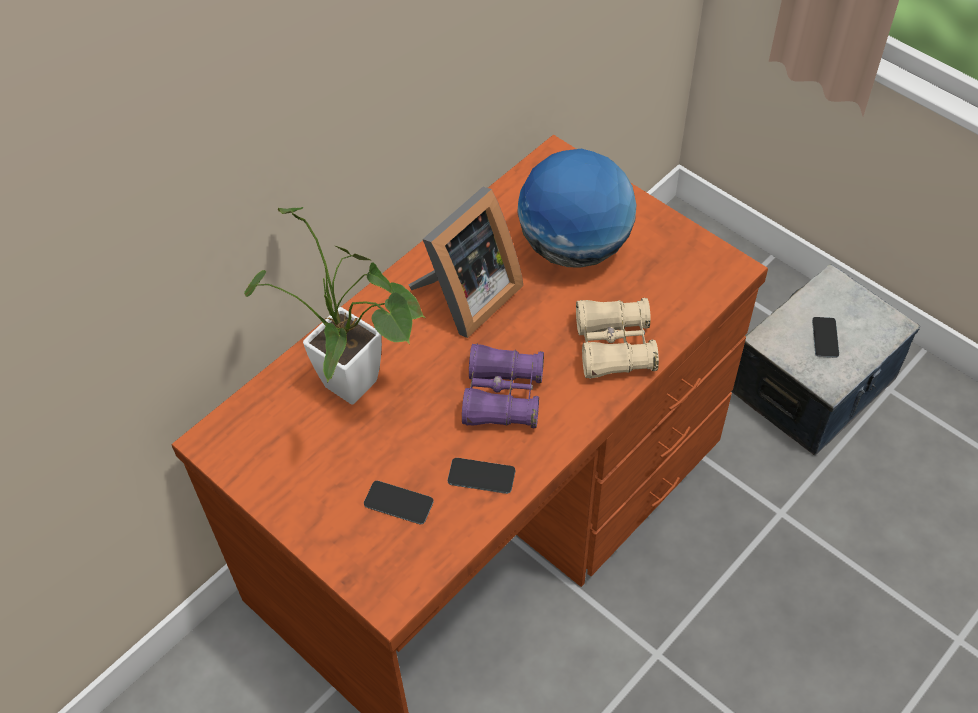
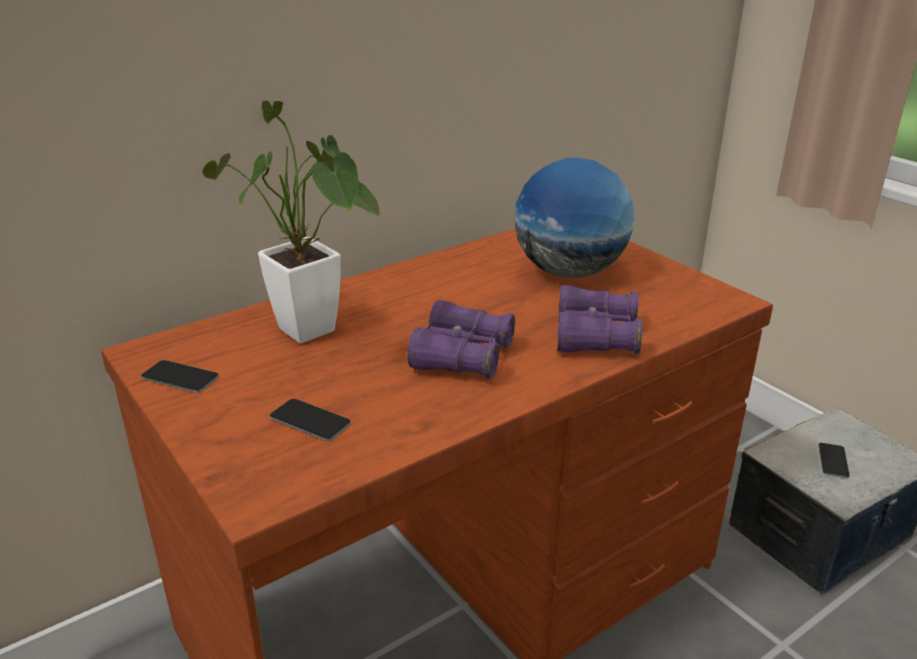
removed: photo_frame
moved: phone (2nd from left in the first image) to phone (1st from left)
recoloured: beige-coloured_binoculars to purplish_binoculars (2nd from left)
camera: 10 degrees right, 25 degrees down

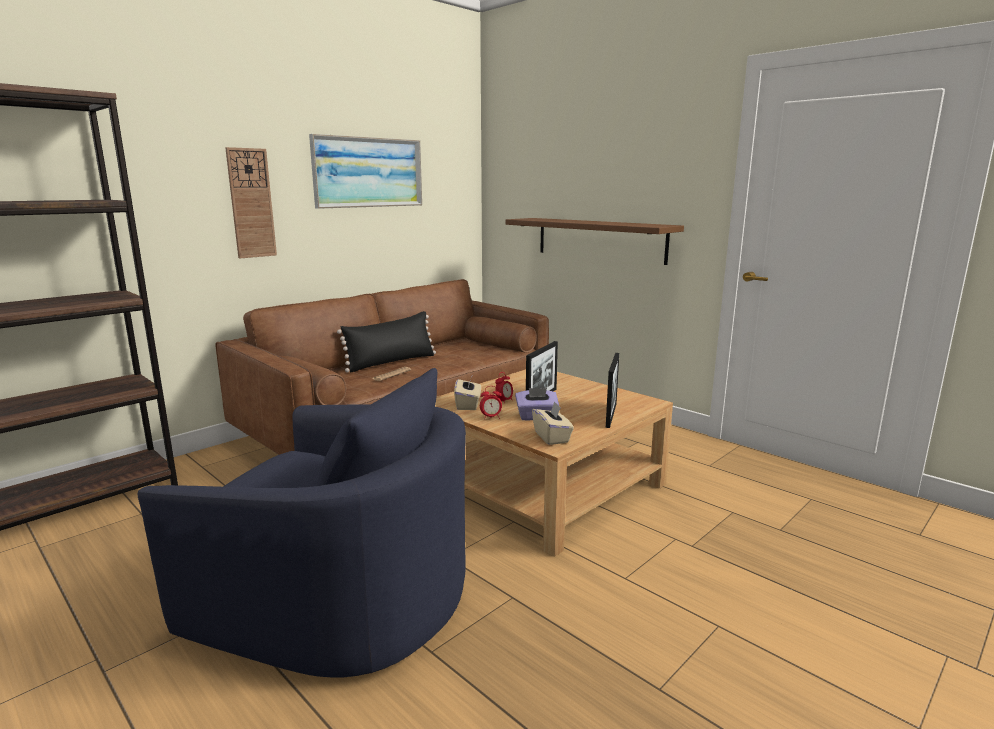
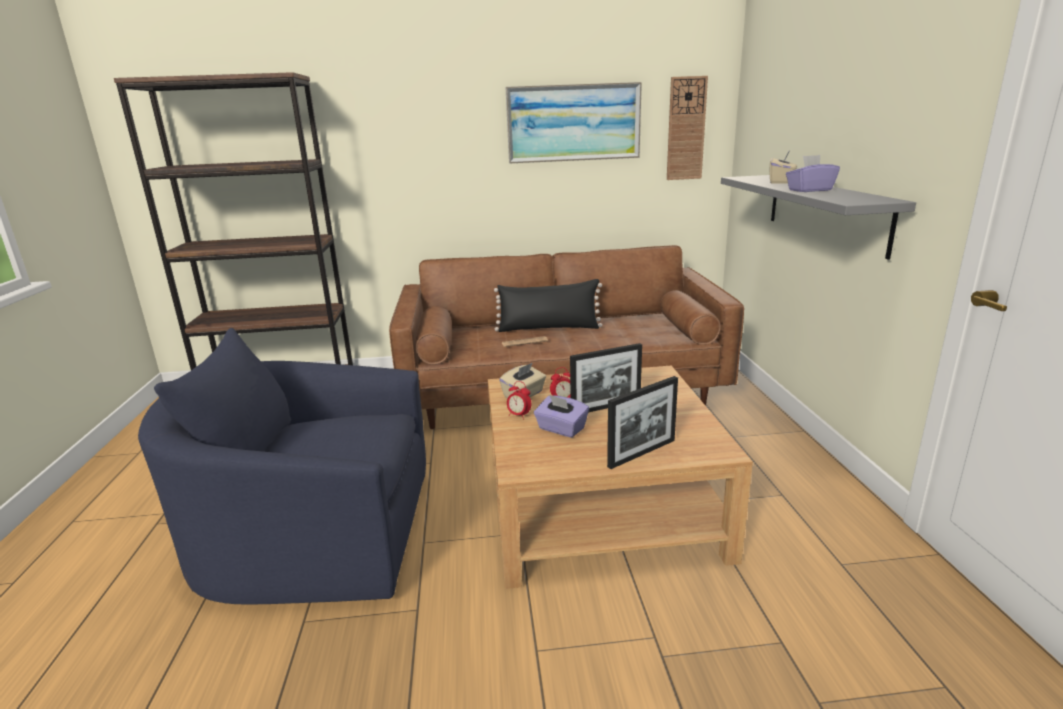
added: purplish_tissue_box (2nd from left)
moved: clock_on_the_wall; beige-coloured_tissue_box (2nd from left)
recoloured: brownish_wall_shelf to grey_wall_shelf
turned: blue-coloured_armchair 120 degrees clockwise
camera: 40 degrees right, 5 degrees up

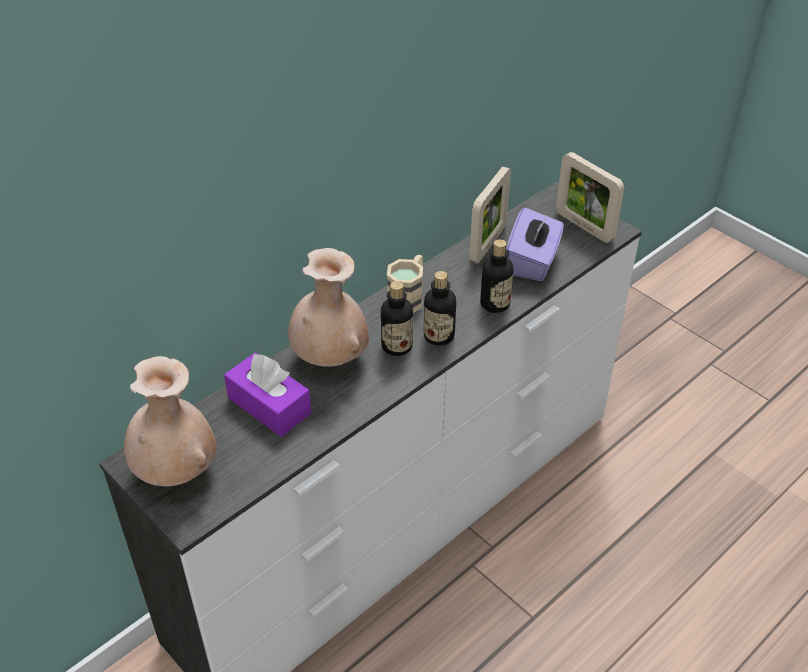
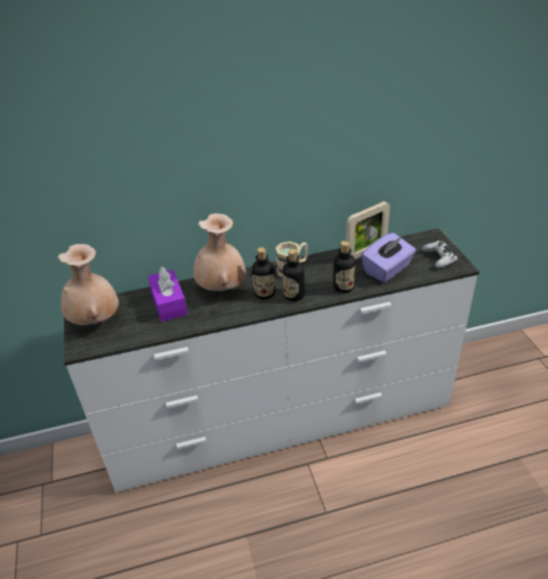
replaced: photo_frame (2nd from left) to white-coloured_game_controller
camera: 30 degrees right, 5 degrees down

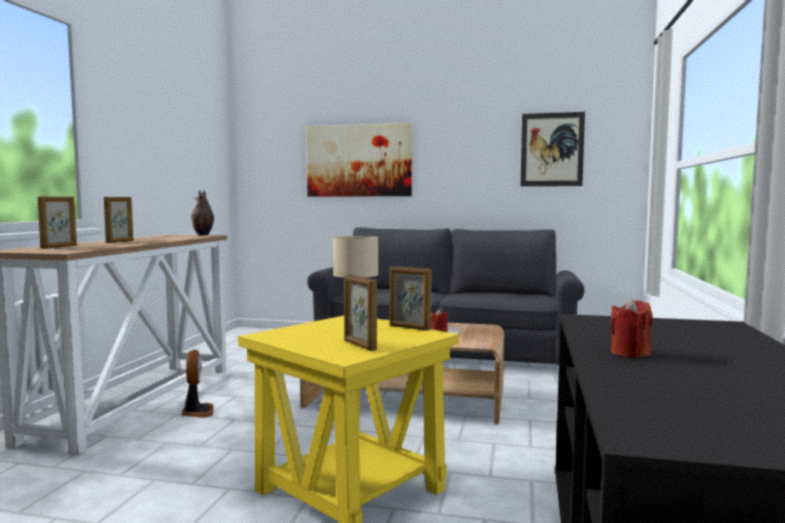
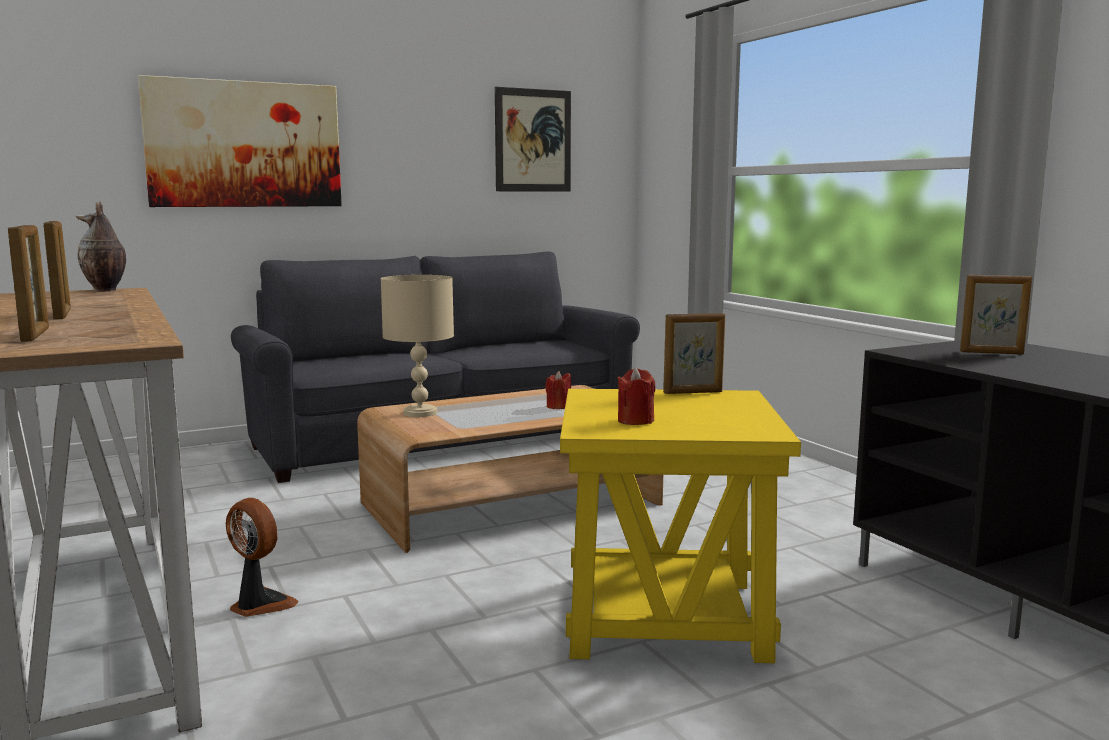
moved: photo_frame (3rd from left in the first image) to photo_frame (4th from left); red_wax_candle (2nd from left)
camera: 40 degrees left, 5 degrees up

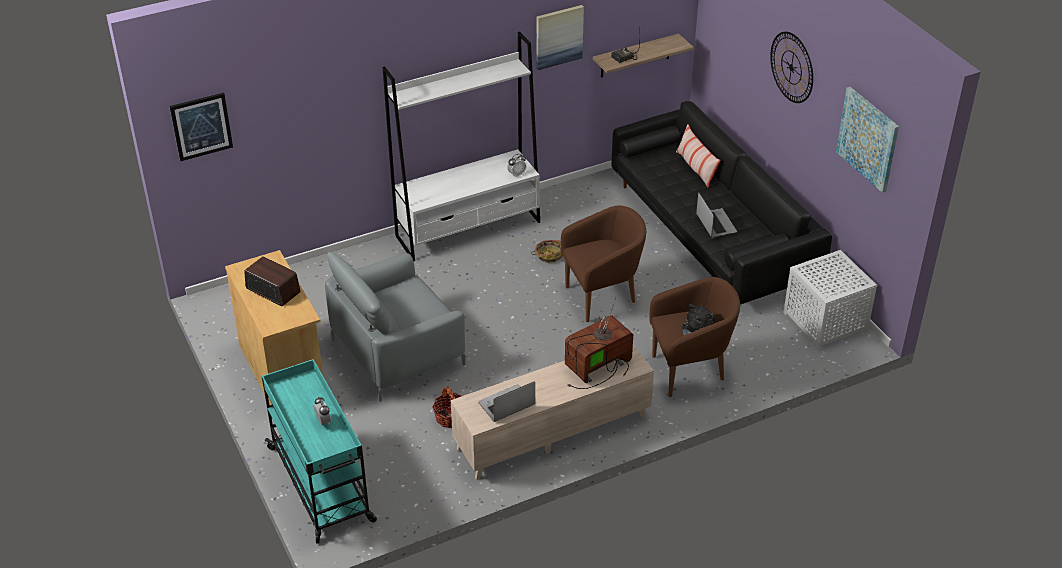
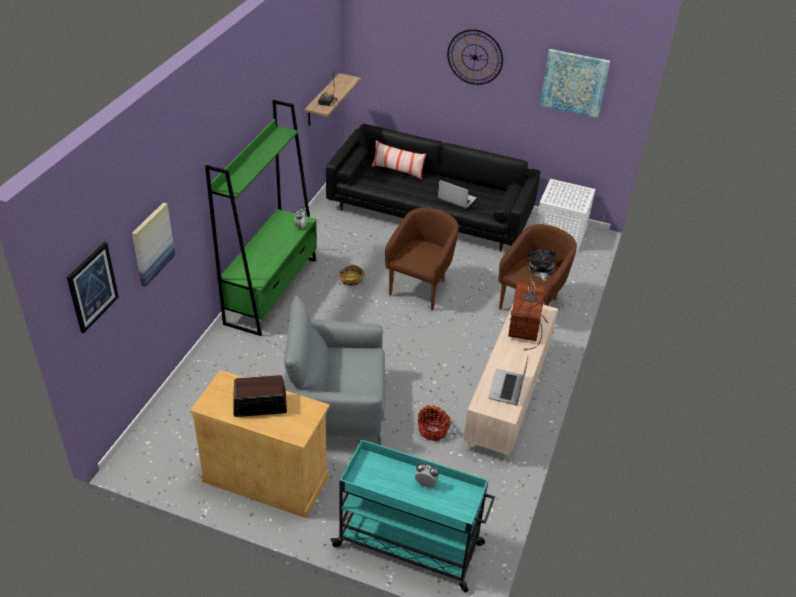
moved: picture (2nd from left)
recoloured: white-coloured_bookshelf to green-coloured_bookshelf
turned: grey_armchair 75 degrees clockwise
camera: 45 degrees left, 0 degrees up

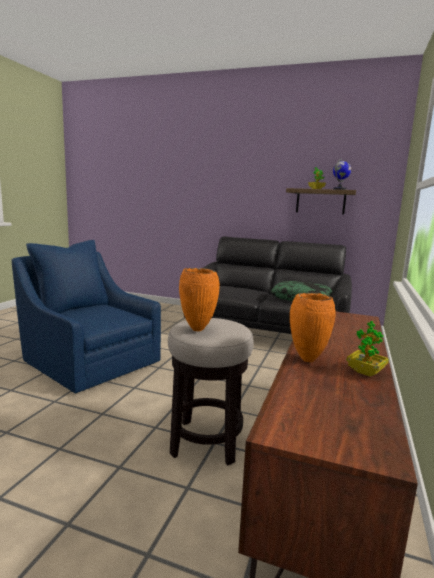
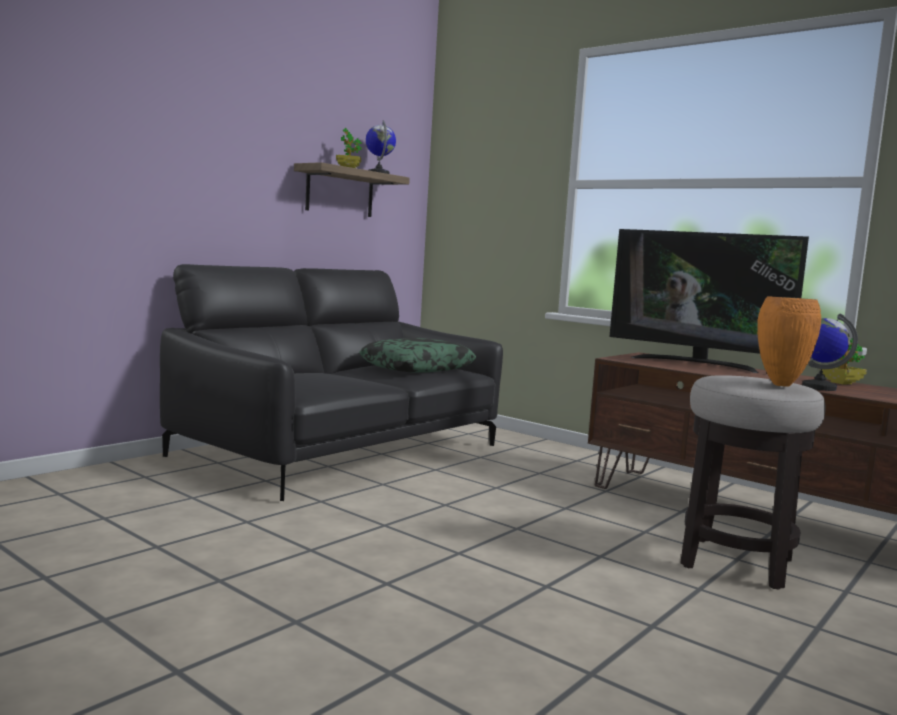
removed: blue-coloured_armchair
added: television
replaced: orangey_vase (2nd from left) to globe (2nd from left)
camera: 70 degrees left, 5 degrees down

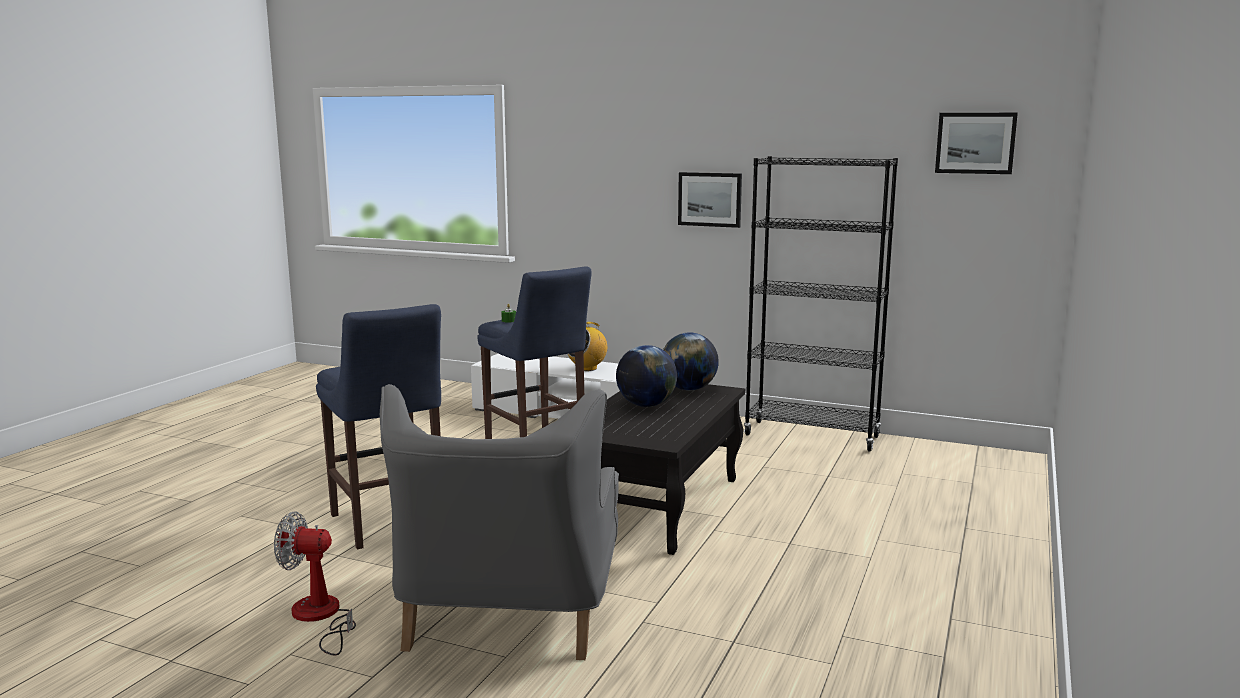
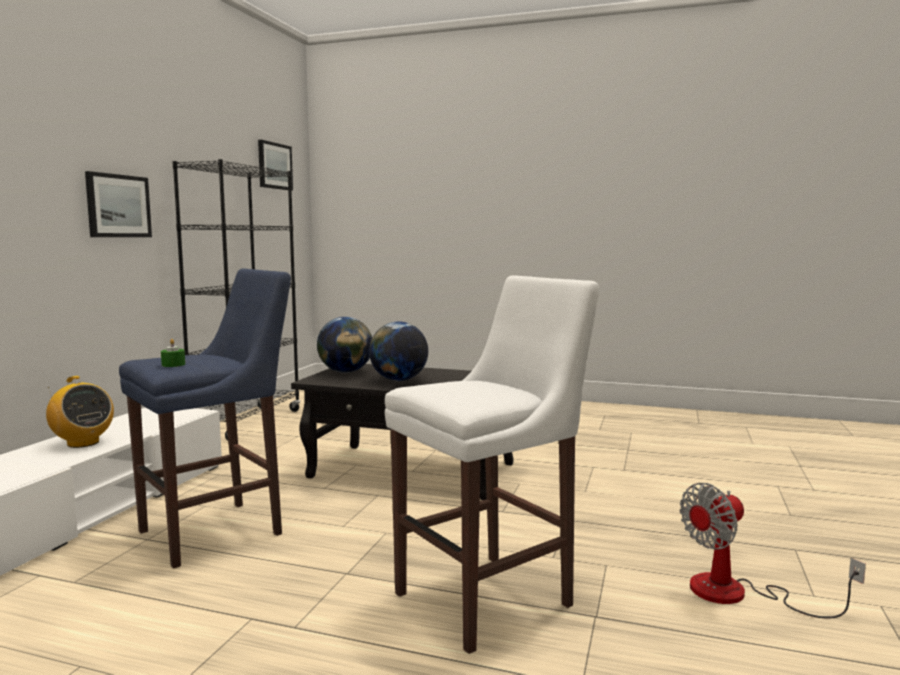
removed: grey_armchair
recoloured: blue-coloured_stool_seat (1st from left) to white-coloured_stool_seat
turned: electric_fan 60 degrees clockwise
camera: 95 degrees left, 5 degrees down

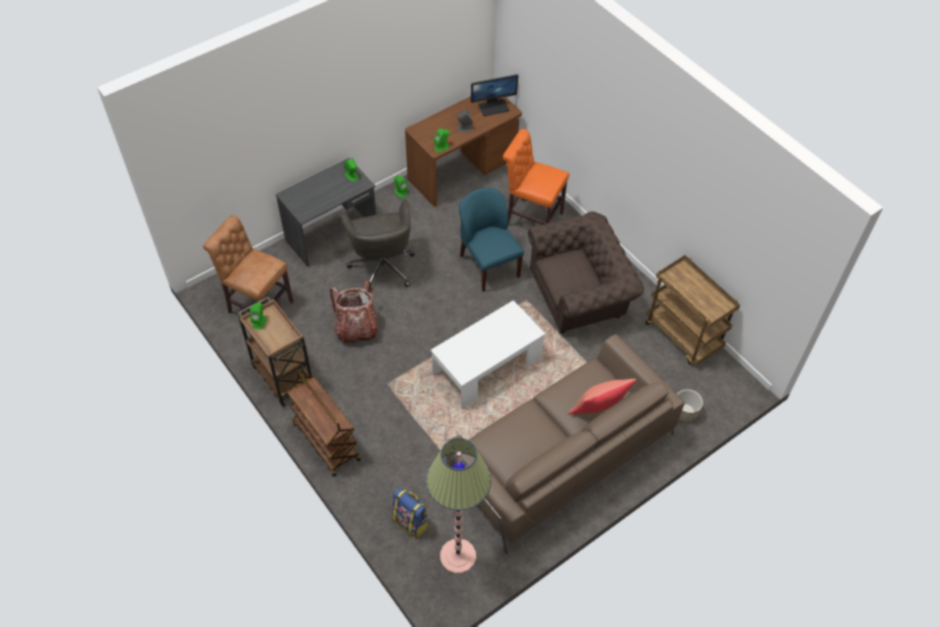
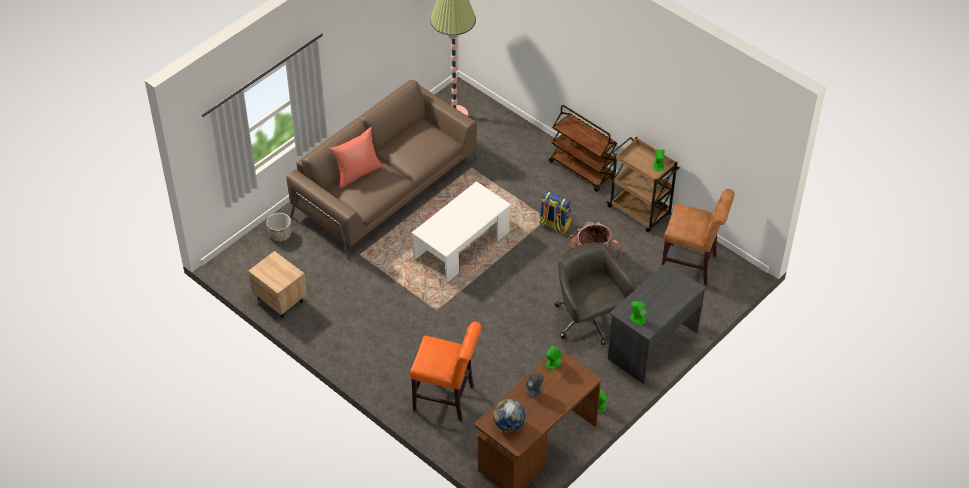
removed: blue-coloured_chair; brownish_armchair
moved: backpack (2nd from left in the first image) to backpack (1st from left)
replaced: computer_display to globe; brownish_trolley (3rd from left) to beige-coloured_nightstand
camera: 170 degrees right, 5 degrees down

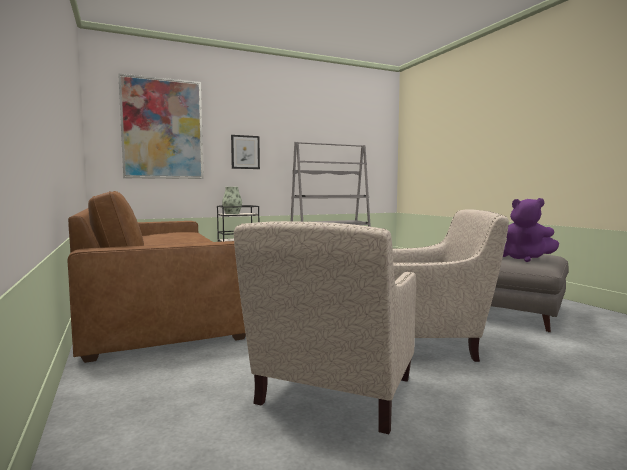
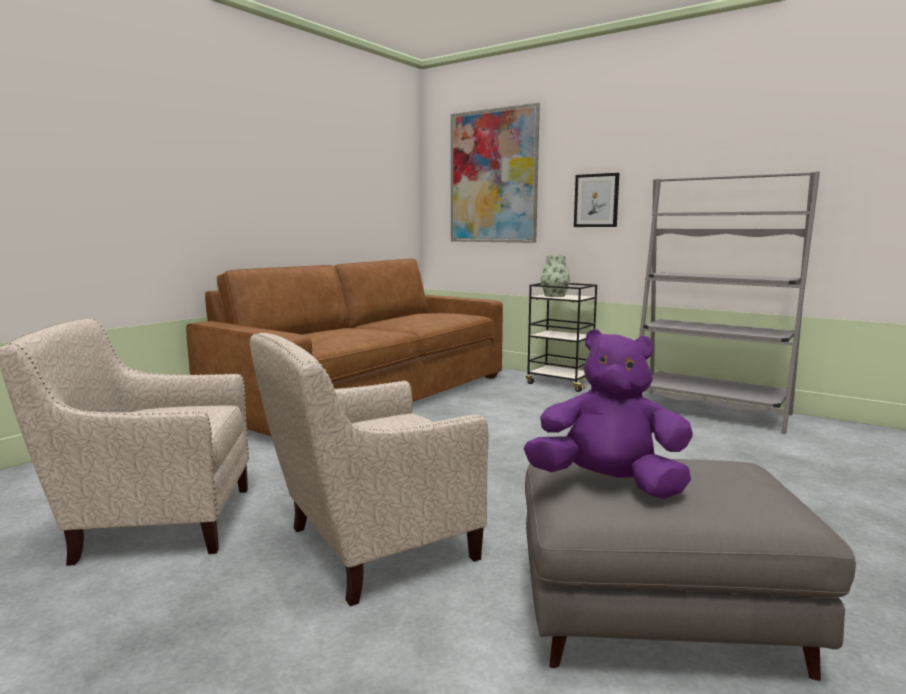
turned: beige-coloured_armchair (2nd from left) 90 degrees clockwise; purplish_cuddly_toy 120 degrees clockwise
camera: 60 degrees right, 5 degrees up

